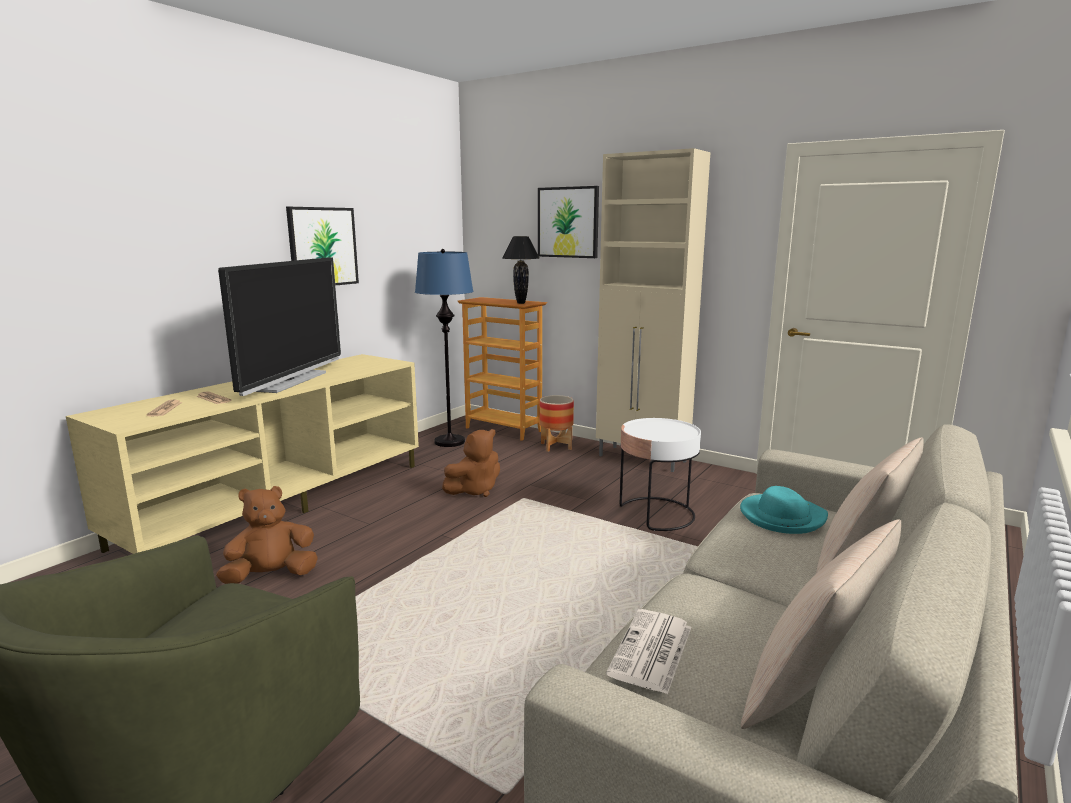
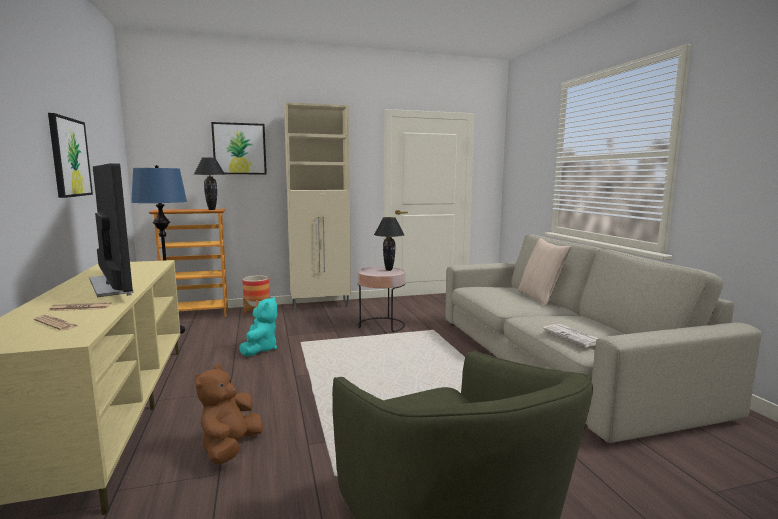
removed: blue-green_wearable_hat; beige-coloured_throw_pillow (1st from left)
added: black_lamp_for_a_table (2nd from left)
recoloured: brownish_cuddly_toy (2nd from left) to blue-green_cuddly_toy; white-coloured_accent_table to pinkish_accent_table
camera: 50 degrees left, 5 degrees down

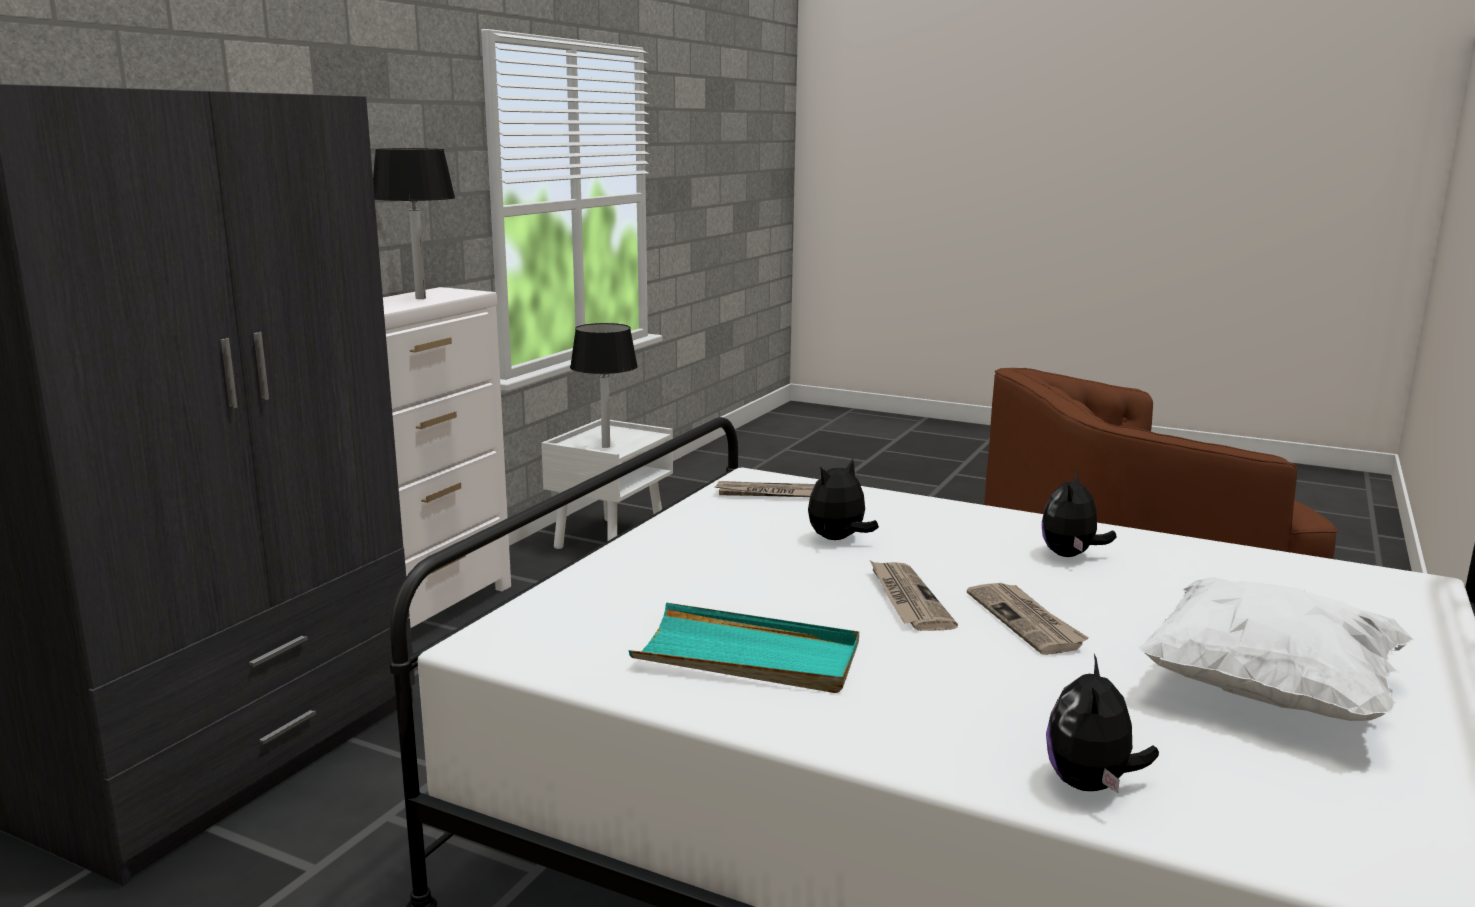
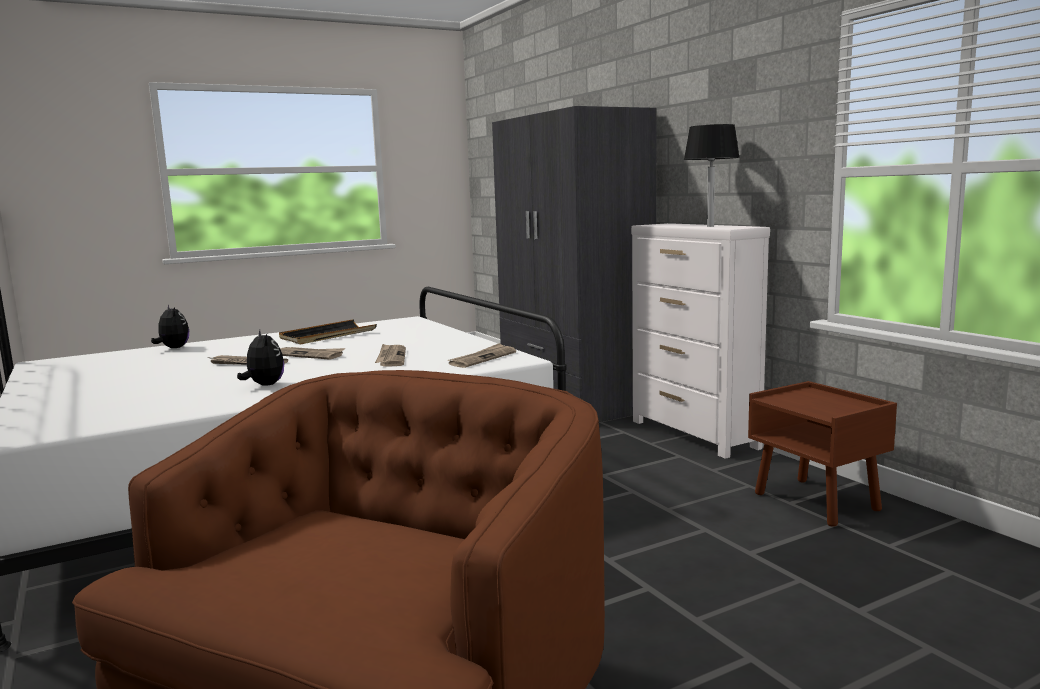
removed: black_lamp_for_a_table (2nd from left); white-coloured_throw_pillow
replaced: cuddly_toy (1st from left) to printed_paper (3rd from left)
recoloured: white-coloured_nightstand to brownish_nightstand; blue-green_tray to black_tray
camera: 125 degrees right, 5 degrees down

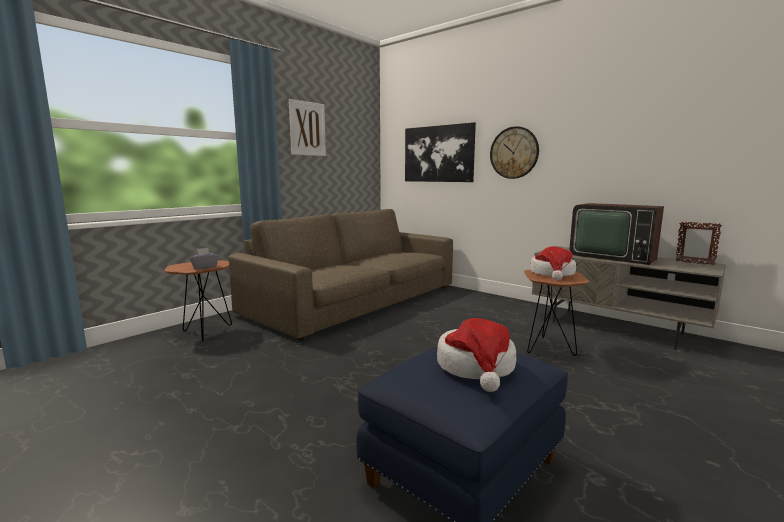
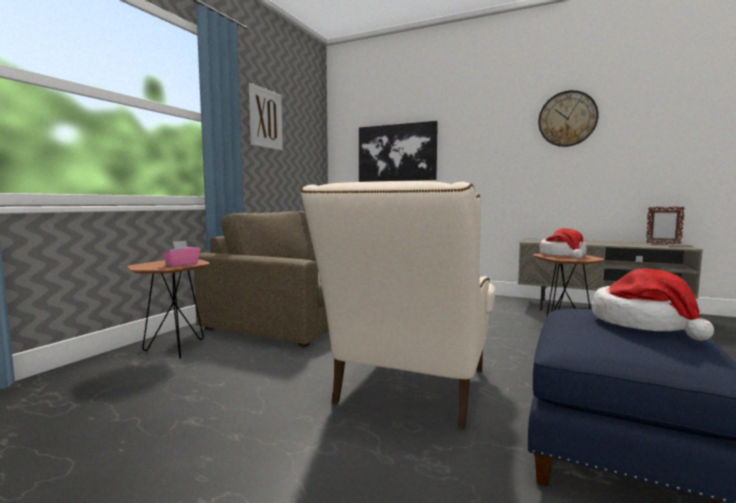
removed: television
added: beige-coloured_armchair
moved: clock_on_the_wall
recoloured: grey_tissue_box to pinkish_tissue_box
camera: 15 degrees left, 5 degrees down

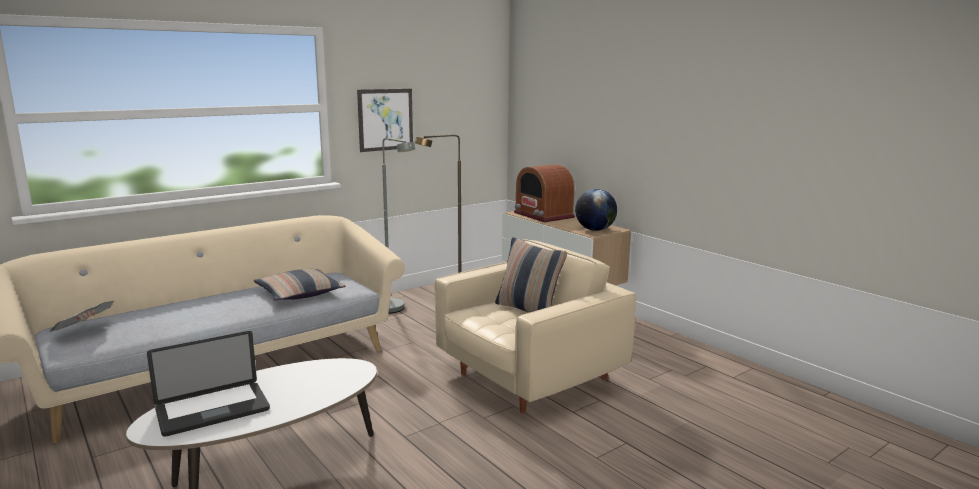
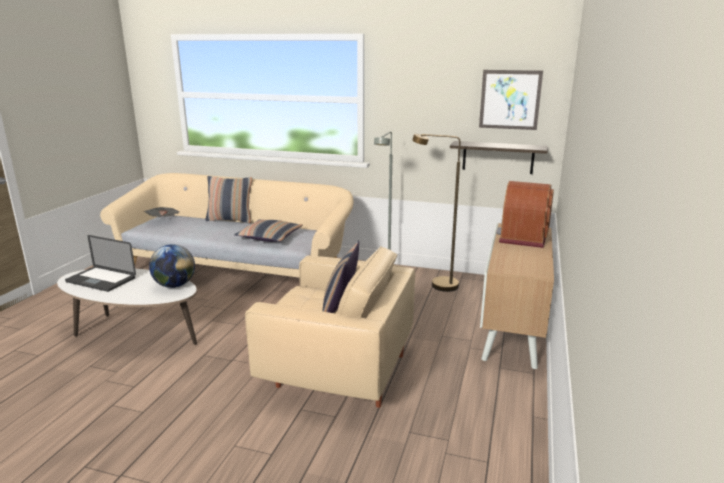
added: throw_pillow (1st from left); wall_shelf
moved: picture; globe
camera: 55 degrees right, 5 degrees up

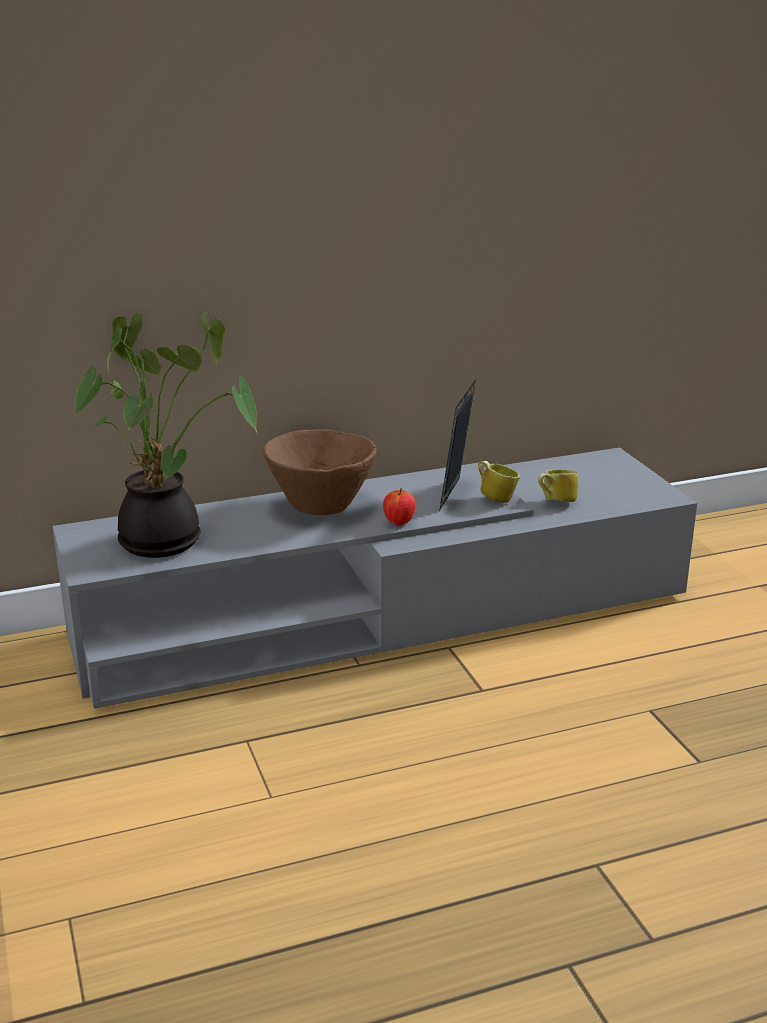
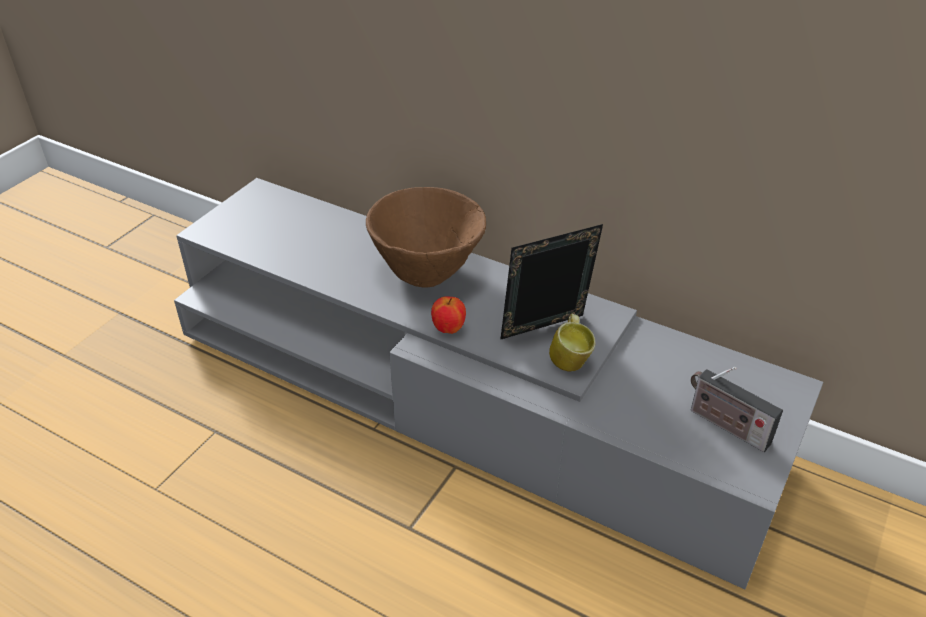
removed: houseplant; coffee_mug (2nd from left)
added: radio_receiver
camera: 50 degrees right, 15 degrees up

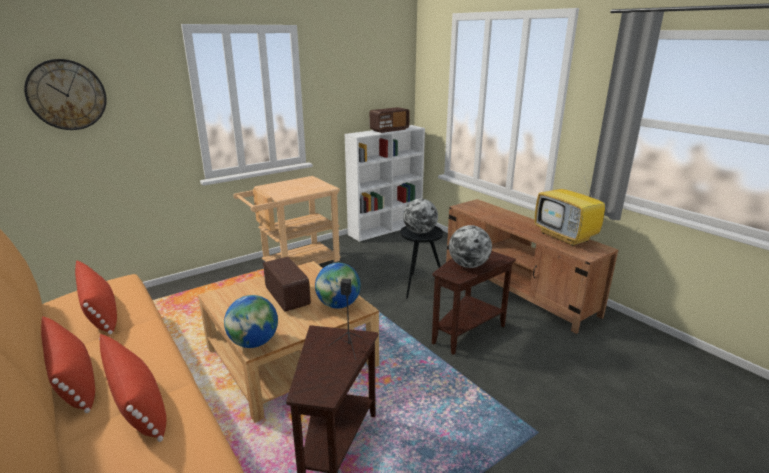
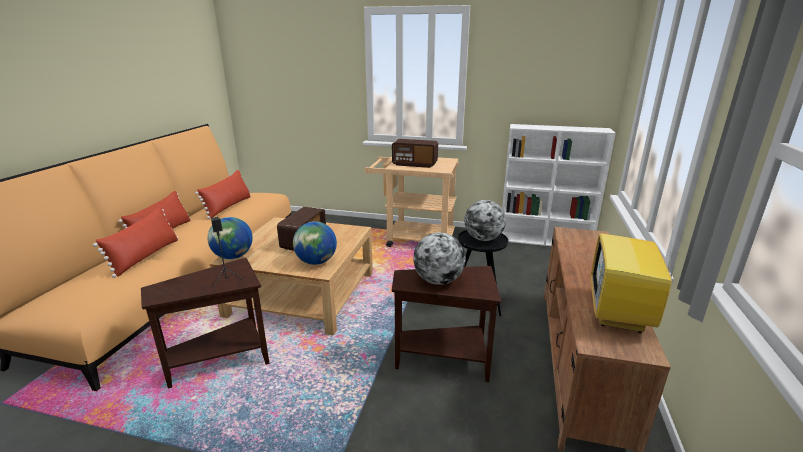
removed: clock_on_the_wall
moved: radio_receiver (2nd from left)
camera: 50 degrees right, 0 degrees up

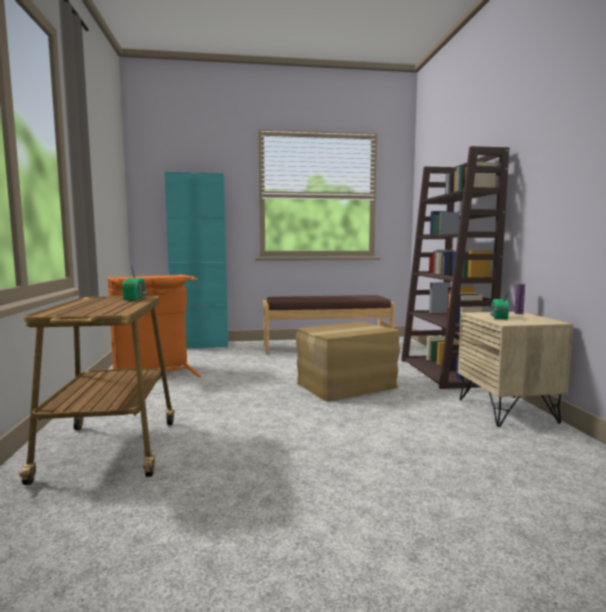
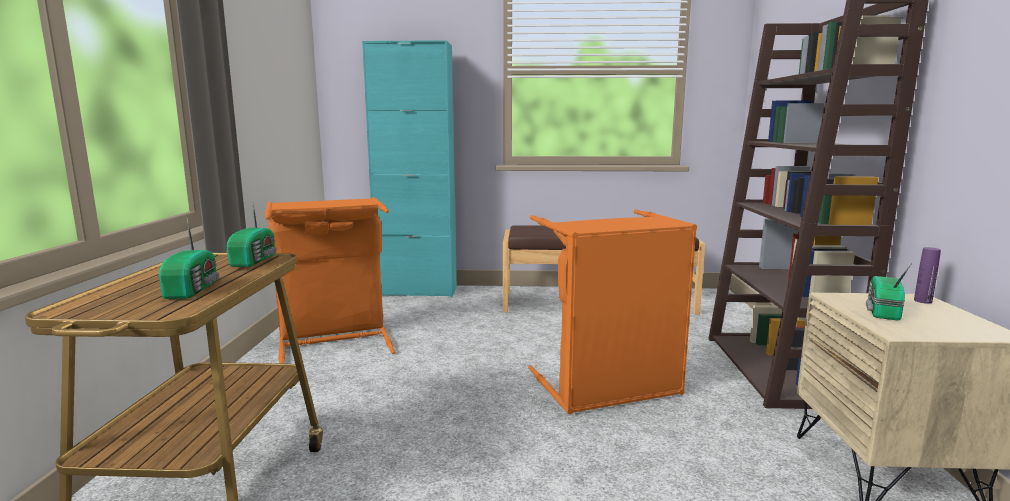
added: radio_receiver (1st from left)
replaced: cardboard_box to orangey_hamper (2nd from left)
camera: 10 degrees right, 5 degrees up

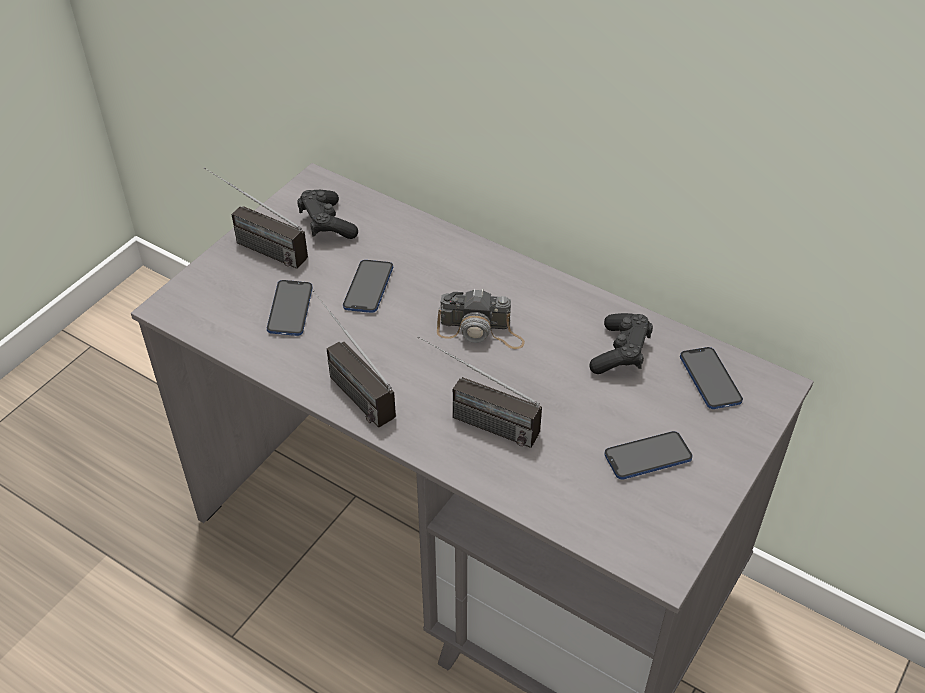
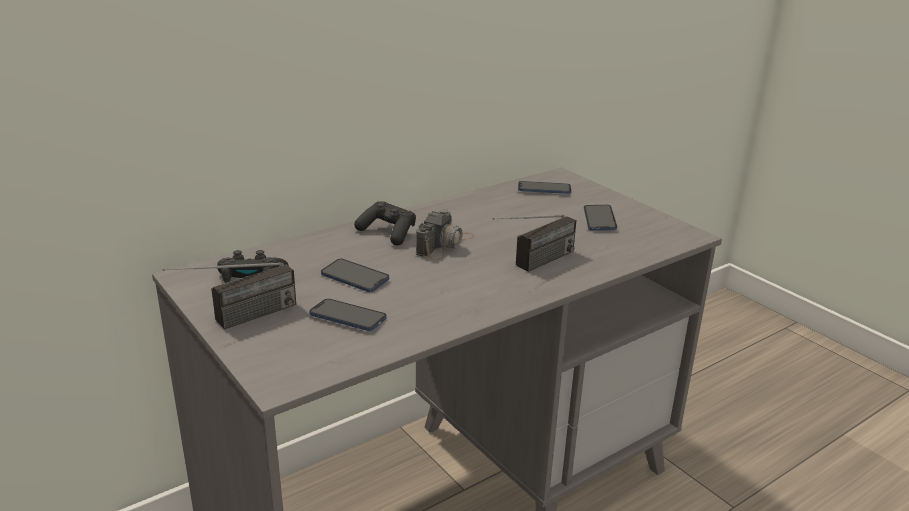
removed: radio_receiver (2nd from left)
moved: black_game_controller (2nd from left)
camera: 70 degrees left, 20 degrees down

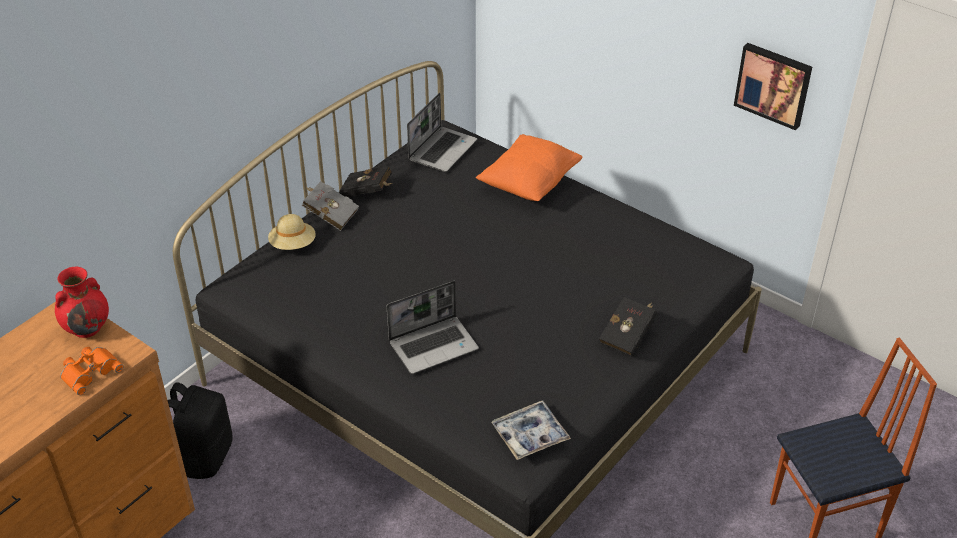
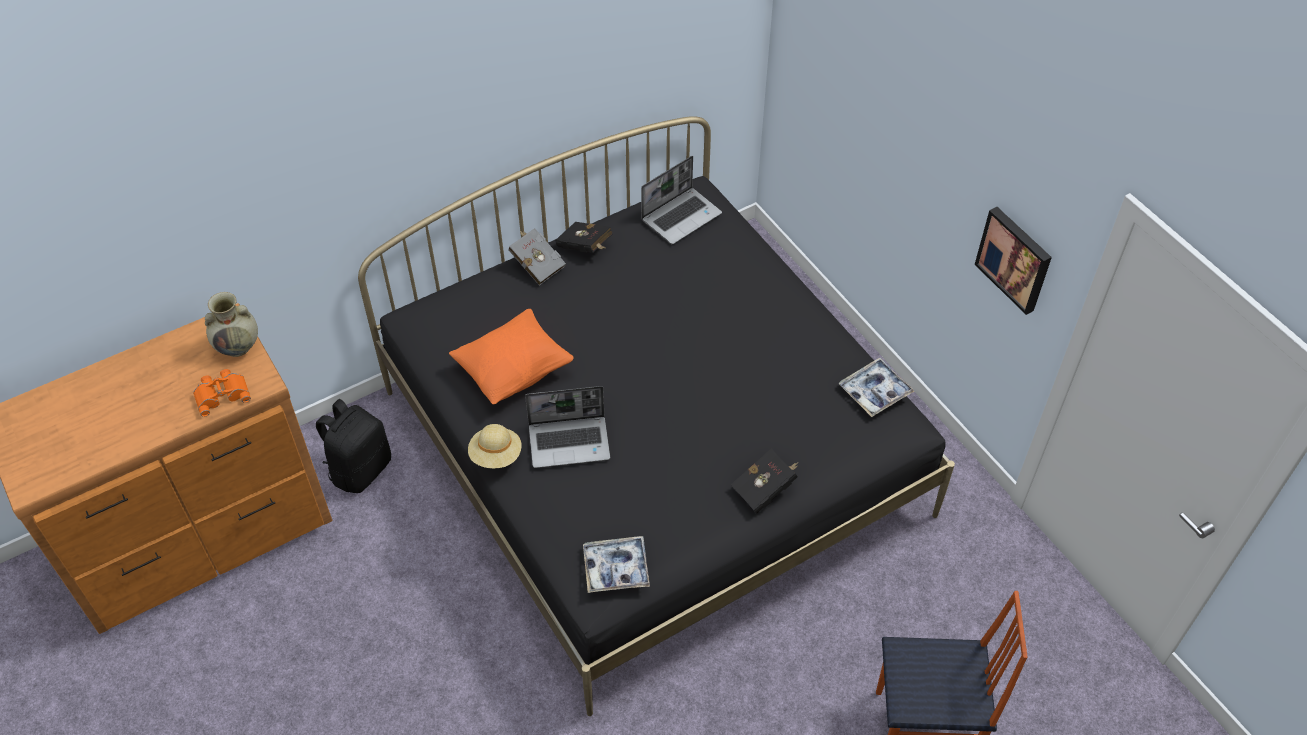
added: tray (2nd from left)
moved: beige-coloured_wearable_hat; orangey_throw_pillow
recoloured: red_vase to beige-coloured_vase
camera: 20 degrees right, 10 degrees up

